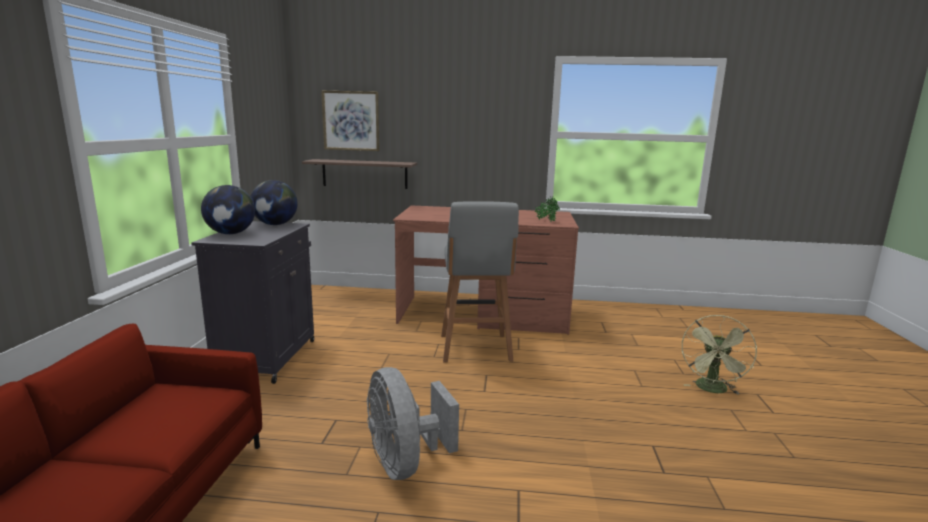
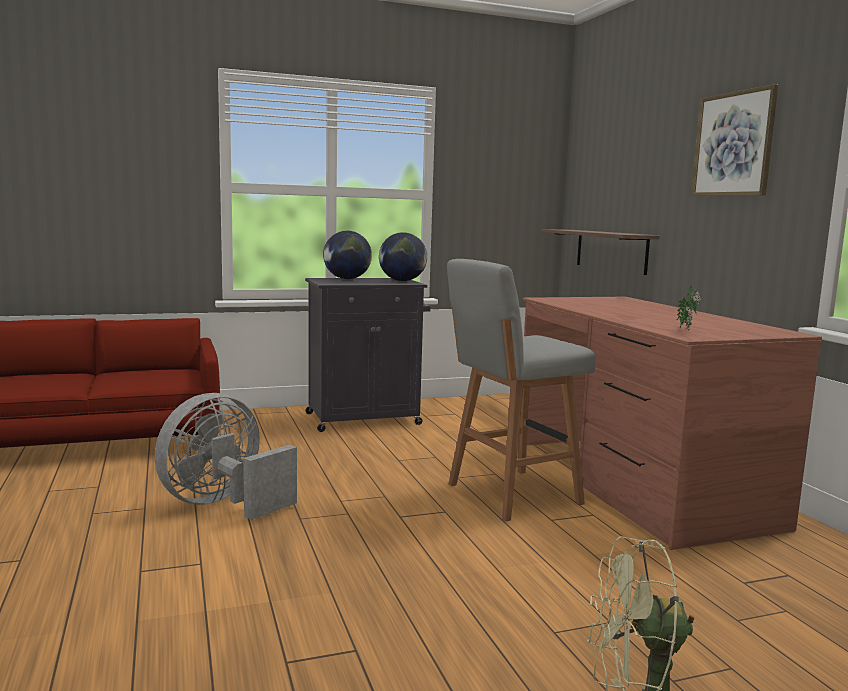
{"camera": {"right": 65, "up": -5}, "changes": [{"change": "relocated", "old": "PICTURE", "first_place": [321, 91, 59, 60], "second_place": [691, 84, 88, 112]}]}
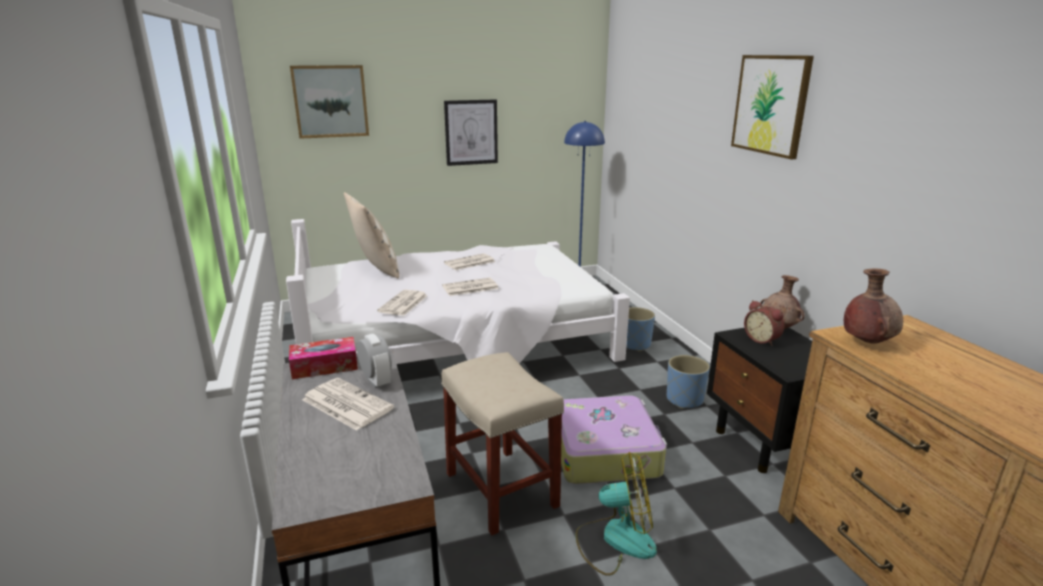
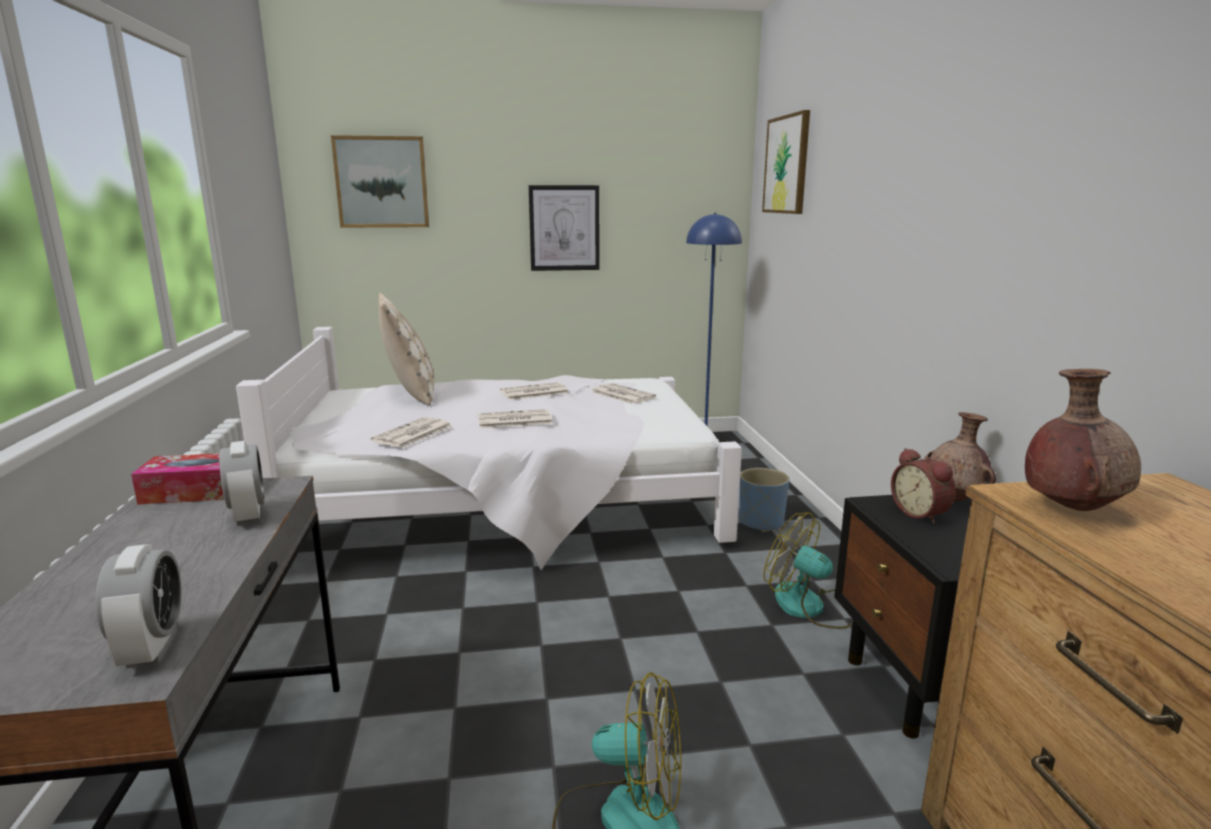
{"camera": {"right": 10, "up": -5}, "changes": [{"change": "appeared", "new": "ALARM CLOCK", "second_place": [96, 544, 86, 124]}, {"change": "relocated", "old": "DAILY PAPER", "first_place": [302, 378, 92, 53], "second_place": [591, 383, 65, 21]}, {"change": "relocated", "old": "PICTURE", "first_place": [731, 55, 83, 104], "second_place": [762, 110, 48, 104]}, {"change": "exchanged", "old": "BLUISH FLOWER POT", "new": "ELECTRIC FAN", "first_place": [667, 355, 43, 54], "second_place": [764, 512, 88, 117]}, {"change": "missing", "old": "BEIGE-COLOURED STOOL", "first_place": [441, 352, 123, 183]}, {"change": "missing", "old": "SUITCASE", "first_place": [561, 395, 106, 89]}]}
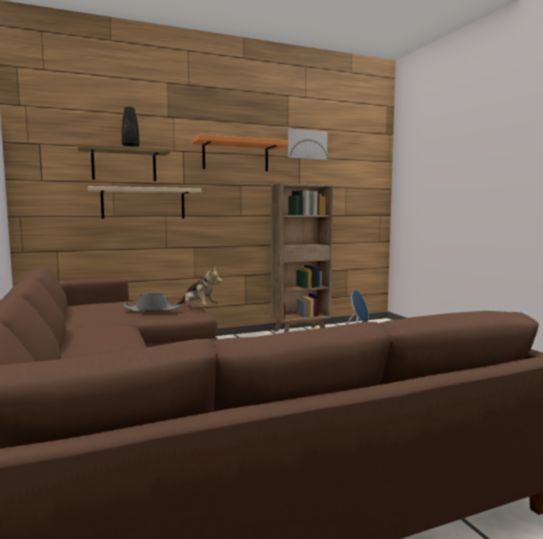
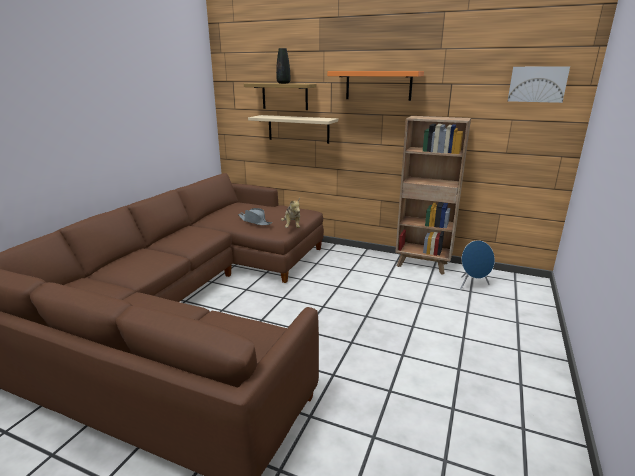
{"camera": {"right": 45, "up": 15}, "changes": [{"change": "relocated", "old": "PICTURE", "first_place": [288, 129, 40, 31], "second_place": [508, 66, 62, 37]}]}
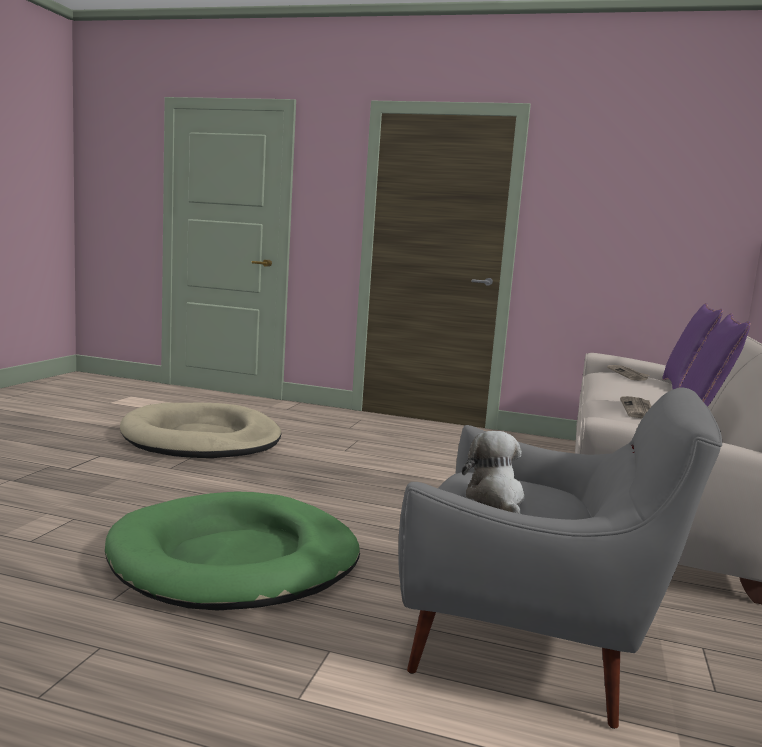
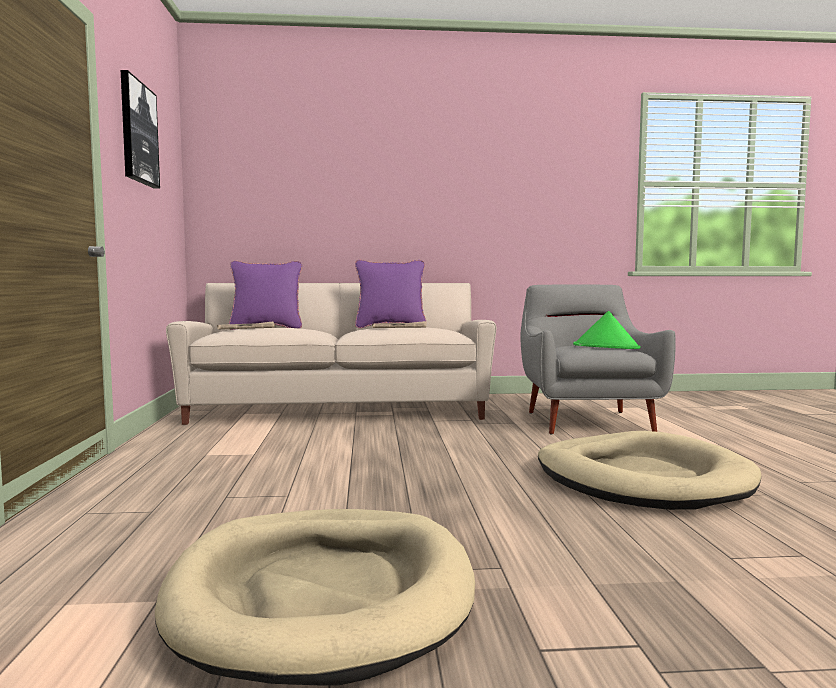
{"camera": {"right": -110, "up": -5}, "changes": [{"change": "appeared", "new": "PICTURE", "second_place": [121, 70, 39, 119]}, {"change": "colour", "old": "GREEN DOG BED", "new": "BEIGE-COLOURED DOG BED", "first_place": [105, 491, 255, 120], "second_place": [538, 431, 224, 79]}, {"change": "exchanged", "old": "CUDDLY TOY", "new": "GREEN WEARABLE HAT", "first_place": [462, 431, 63, 83], "second_place": [573, 311, 68, 38]}]}
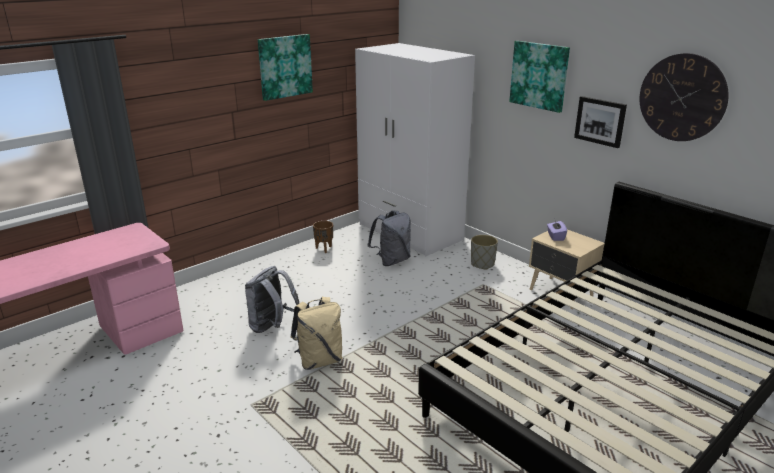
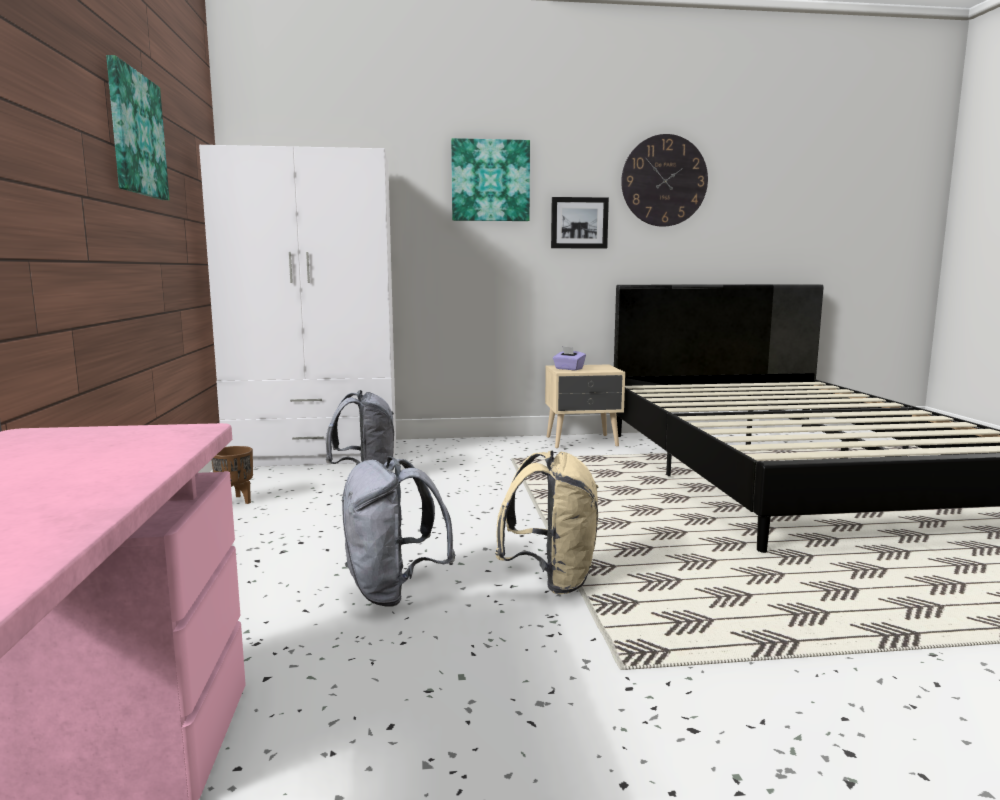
{"camera": {"right": -55, "up": -15}, "changes": [{"change": "missing", "old": "GREYISH FLOWER POT", "first_place": [471, 235, 27, 35]}]}
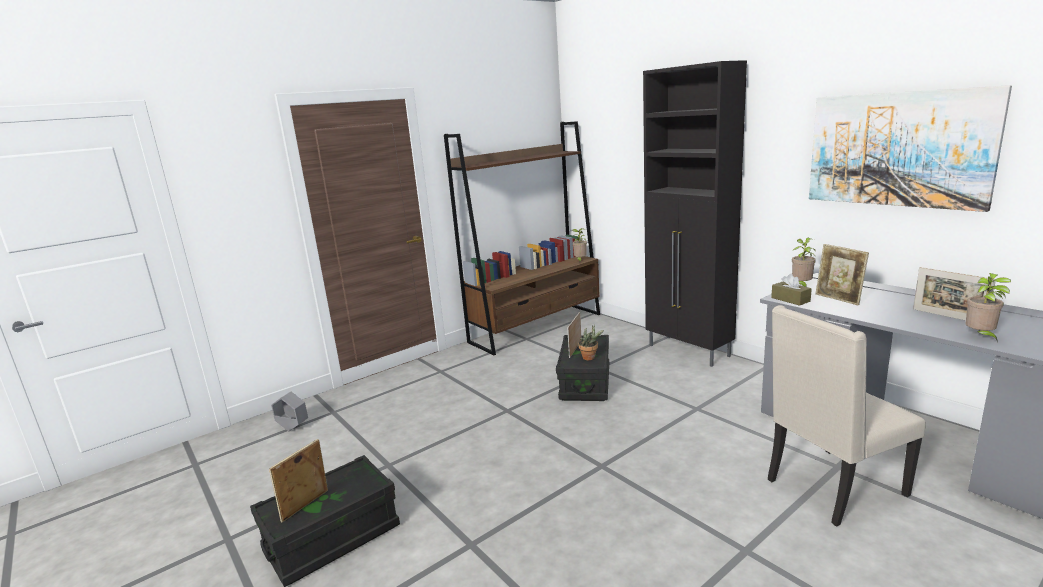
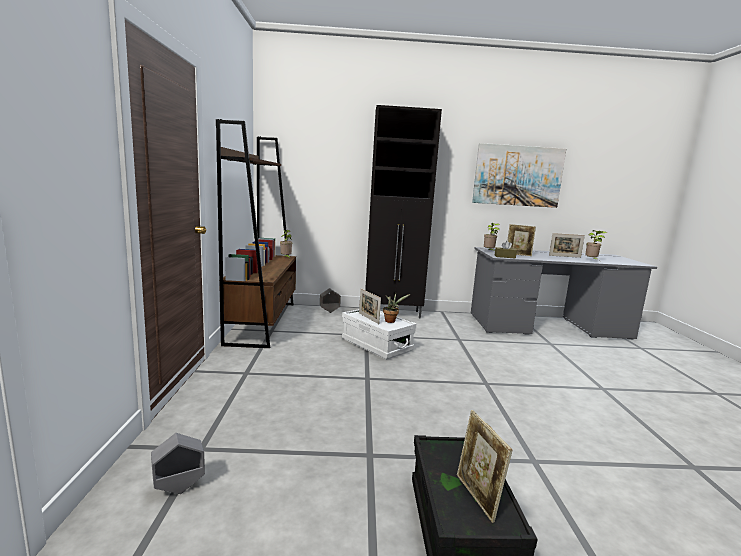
{"camera": {"right": -55, "up": -5}, "changes": [{"change": "appeared", "new": "GREYISH FLOWER POT", "second_place": [320, 288, 21, 25]}, {"change": "colour", "old": "BLACK-COLOURED STORAGE CONTAINER", "new": "WHITISH STORAGE CONTAINER", "first_place": [556, 335, 53, 66], "second_place": [342, 309, 74, 51]}, {"change": "missing", "old": "BEIGE-COLOURED CHAIR", "first_place": [768, 305, 158, 221]}]}
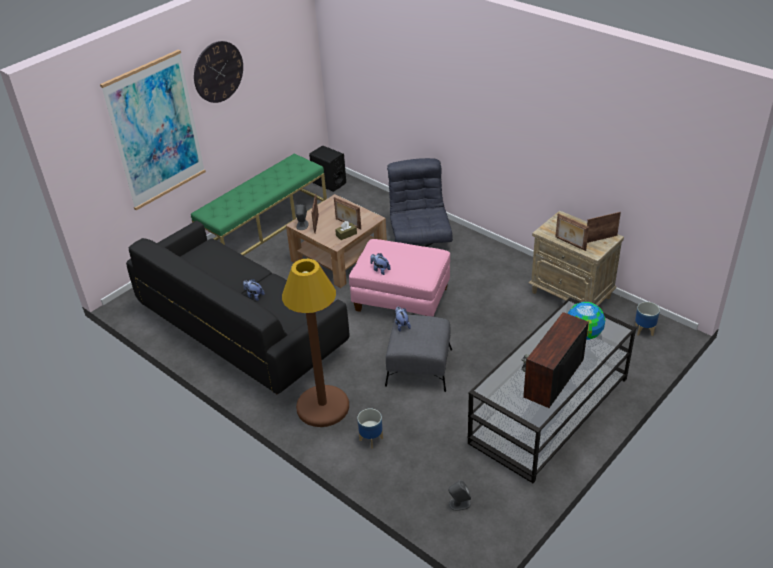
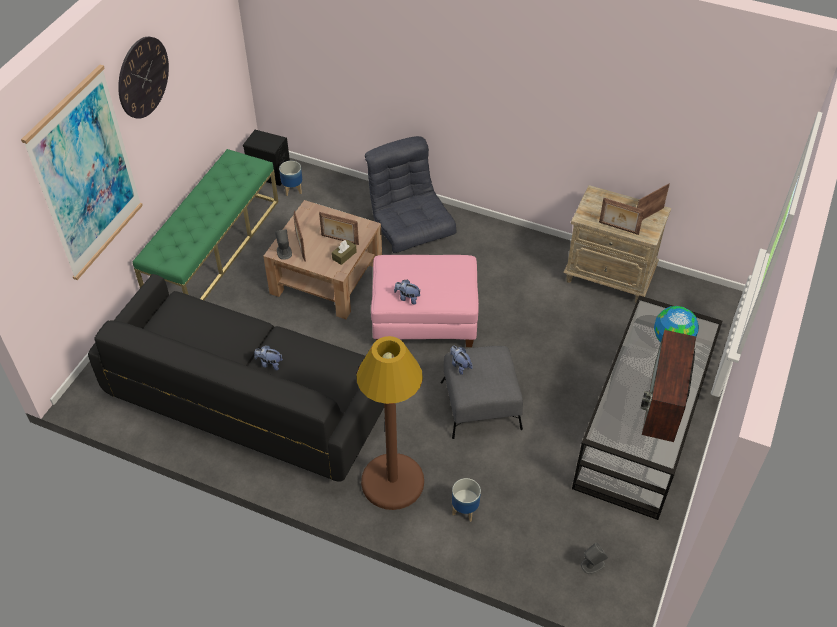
{"camera": {"right": -20, "up": 10}, "changes": [{"change": "relocated", "old": "FLOWER POT", "first_place": [635, 302, 25, 34], "second_place": [279, 161, 23, 35]}]}
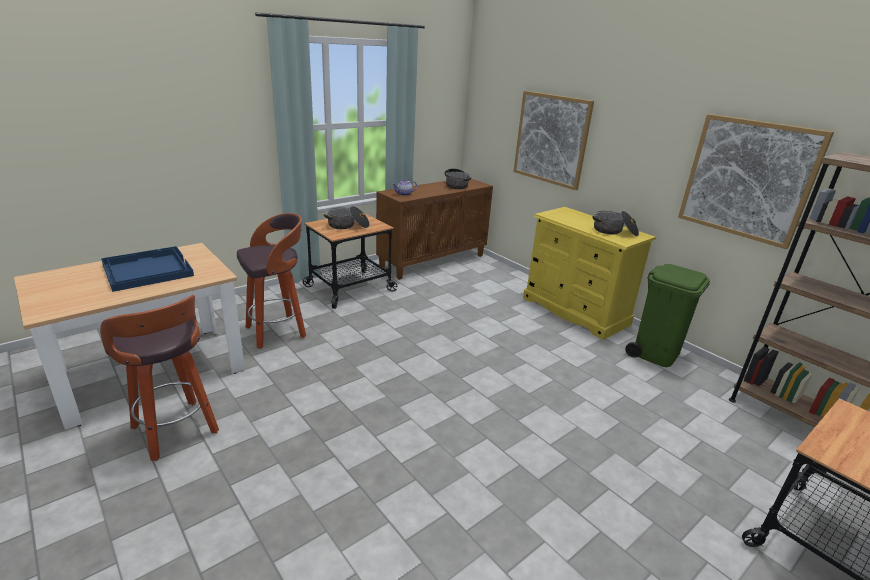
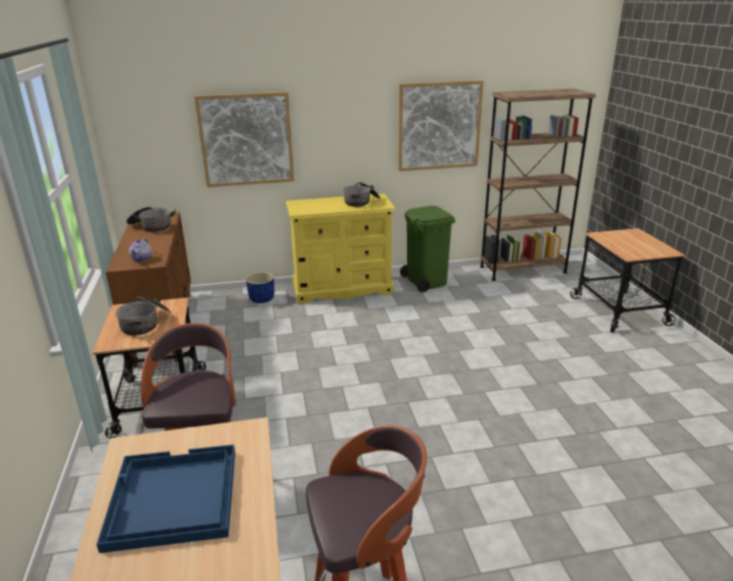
{"camera": {"right": -60, "up": 0}, "changes": [{"change": "appeared", "new": "BLUISH FLOWER POT", "second_place": [246, 272, 28, 31]}]}
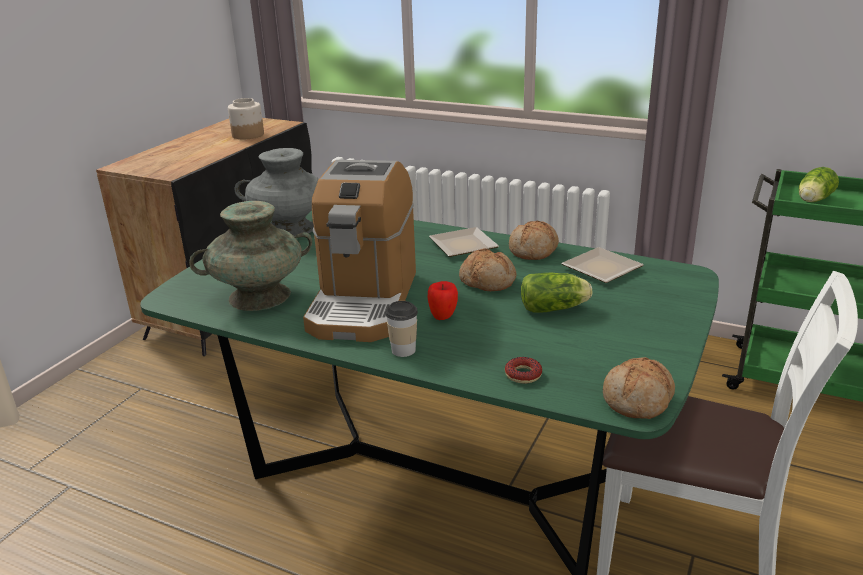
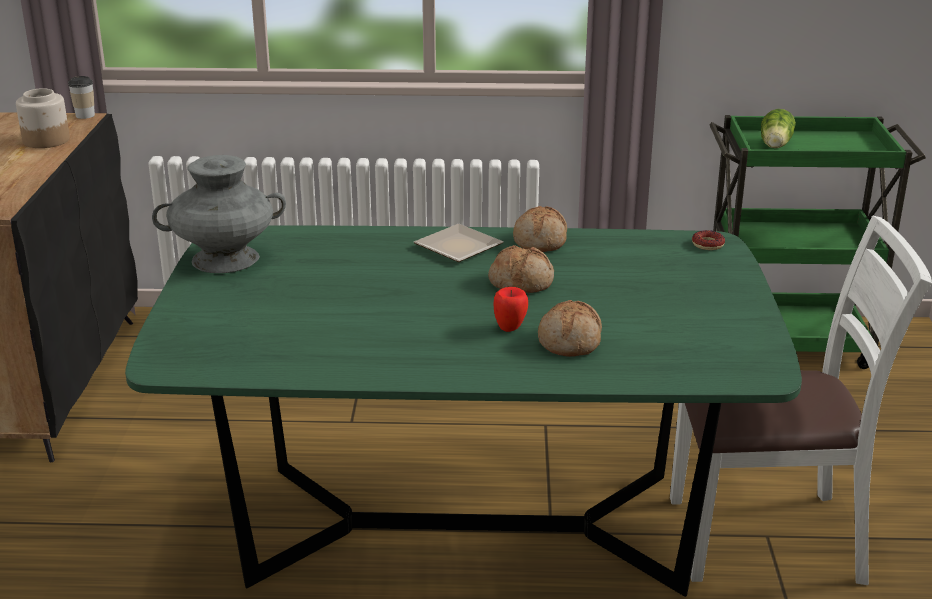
{"camera": {"right": -25, "up": 0}, "changes": [{"change": "relocated", "old": "DRINKING CUP", "first_place": [385, 301, 33, 56], "second_place": [68, 76, 27, 43]}, {"change": "relocated", "old": "BREAD", "first_place": [603, 357, 72, 62], "second_place": [538, 300, 64, 57]}, {"change": "relocated", "old": "RING DOUGHNUT", "first_place": [505, 357, 37, 26], "second_place": [692, 230, 33, 20]}, {"change": "missing", "old": "TURQUOISE VASE", "first_place": [189, 201, 123, 110]}, {"change": "missing", "old": "COFFEE BREWER", "first_place": [303, 160, 113, 182]}, {"change": "missing", "old": "LETTUCE HEAD", "first_place": [521, 273, 71, 40]}, {"change": "missing", "old": "PLATE", "first_place": [561, 247, 83, 36]}]}
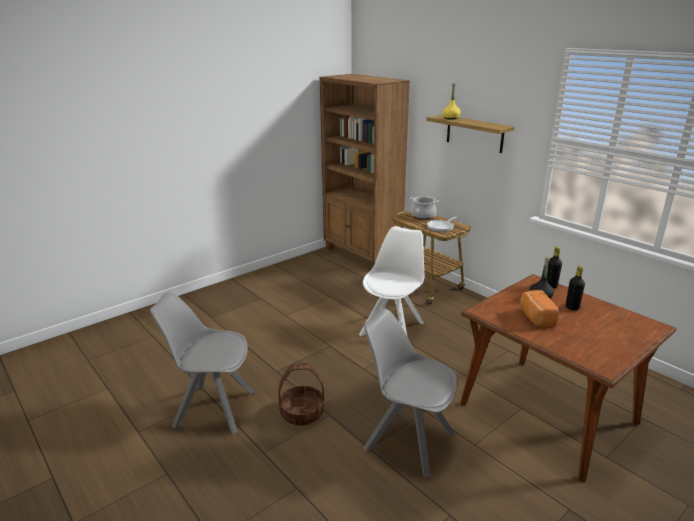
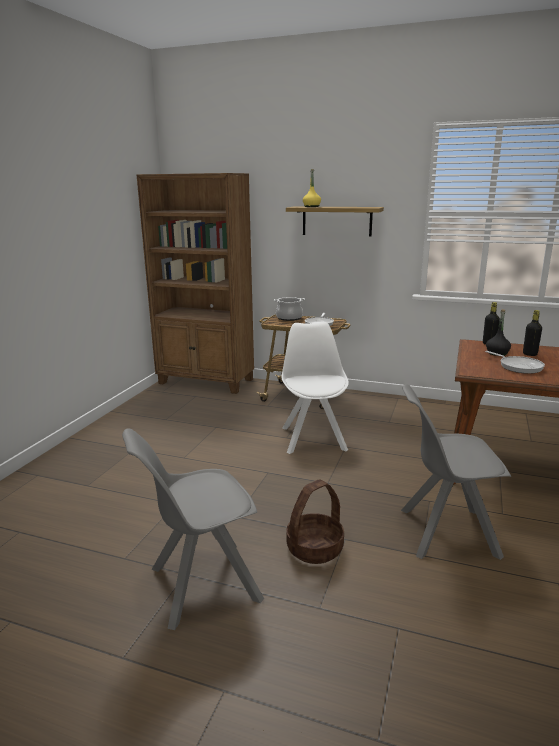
{"camera": {"right": -30, "up": -5}, "changes": [{"change": "exchanged", "old": "BREAD", "new": "SKILLET", "first_place": [520, 290, 39, 37], "second_place": [485, 351, 60, 23]}]}
